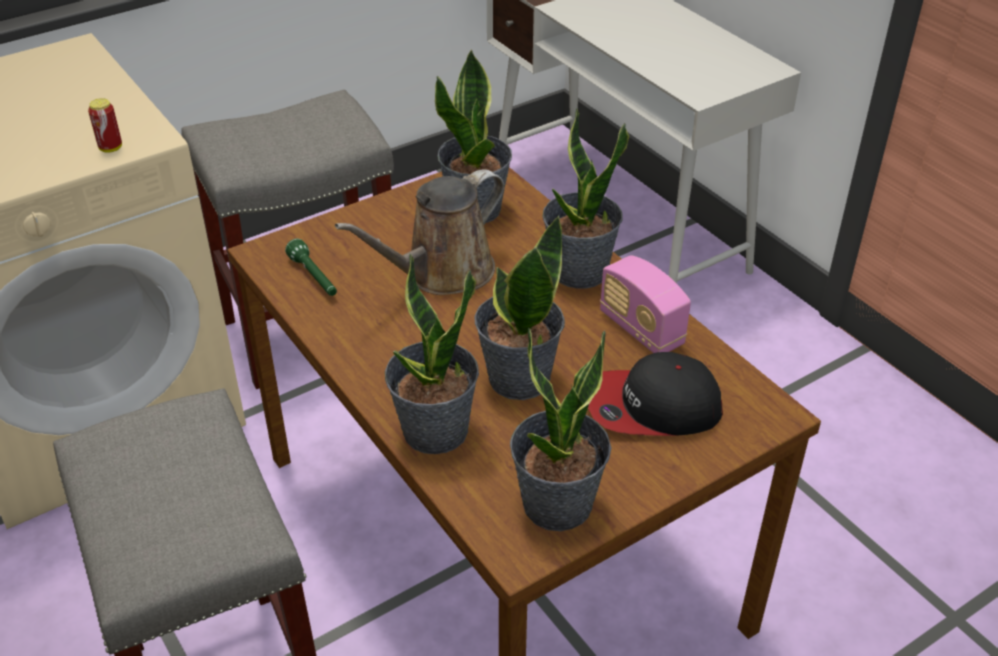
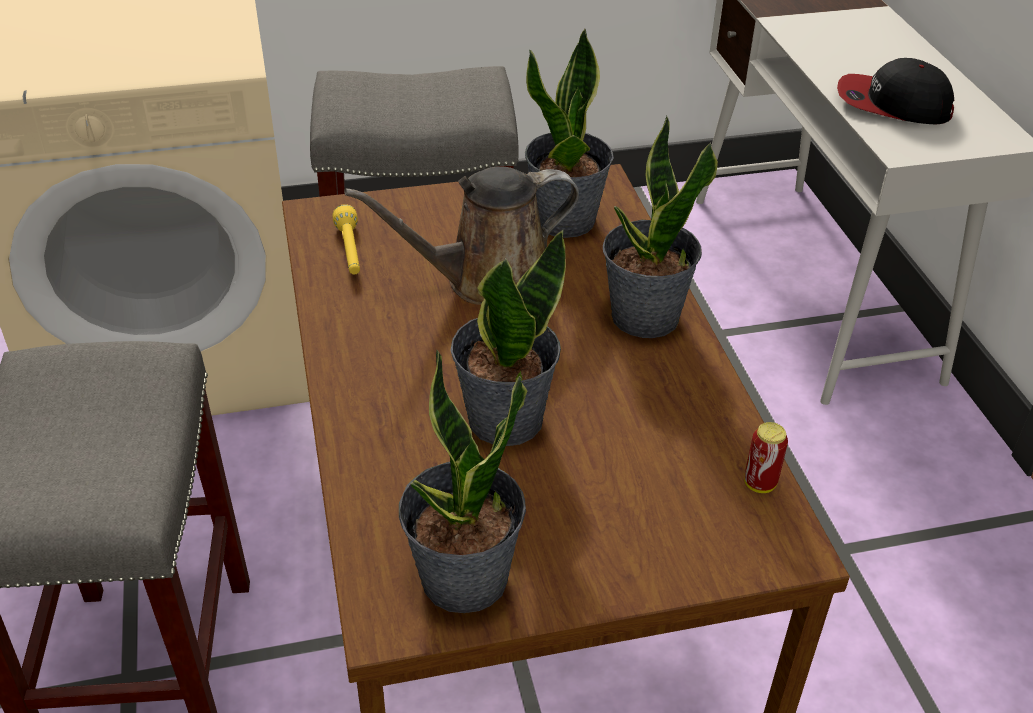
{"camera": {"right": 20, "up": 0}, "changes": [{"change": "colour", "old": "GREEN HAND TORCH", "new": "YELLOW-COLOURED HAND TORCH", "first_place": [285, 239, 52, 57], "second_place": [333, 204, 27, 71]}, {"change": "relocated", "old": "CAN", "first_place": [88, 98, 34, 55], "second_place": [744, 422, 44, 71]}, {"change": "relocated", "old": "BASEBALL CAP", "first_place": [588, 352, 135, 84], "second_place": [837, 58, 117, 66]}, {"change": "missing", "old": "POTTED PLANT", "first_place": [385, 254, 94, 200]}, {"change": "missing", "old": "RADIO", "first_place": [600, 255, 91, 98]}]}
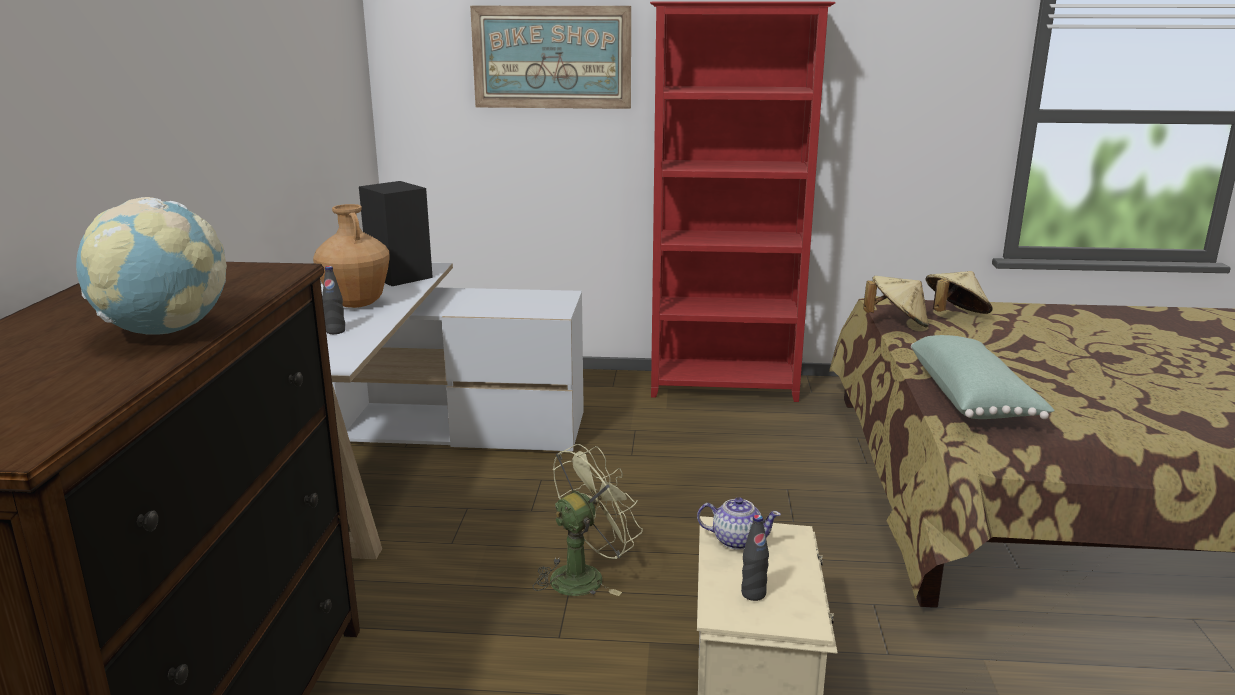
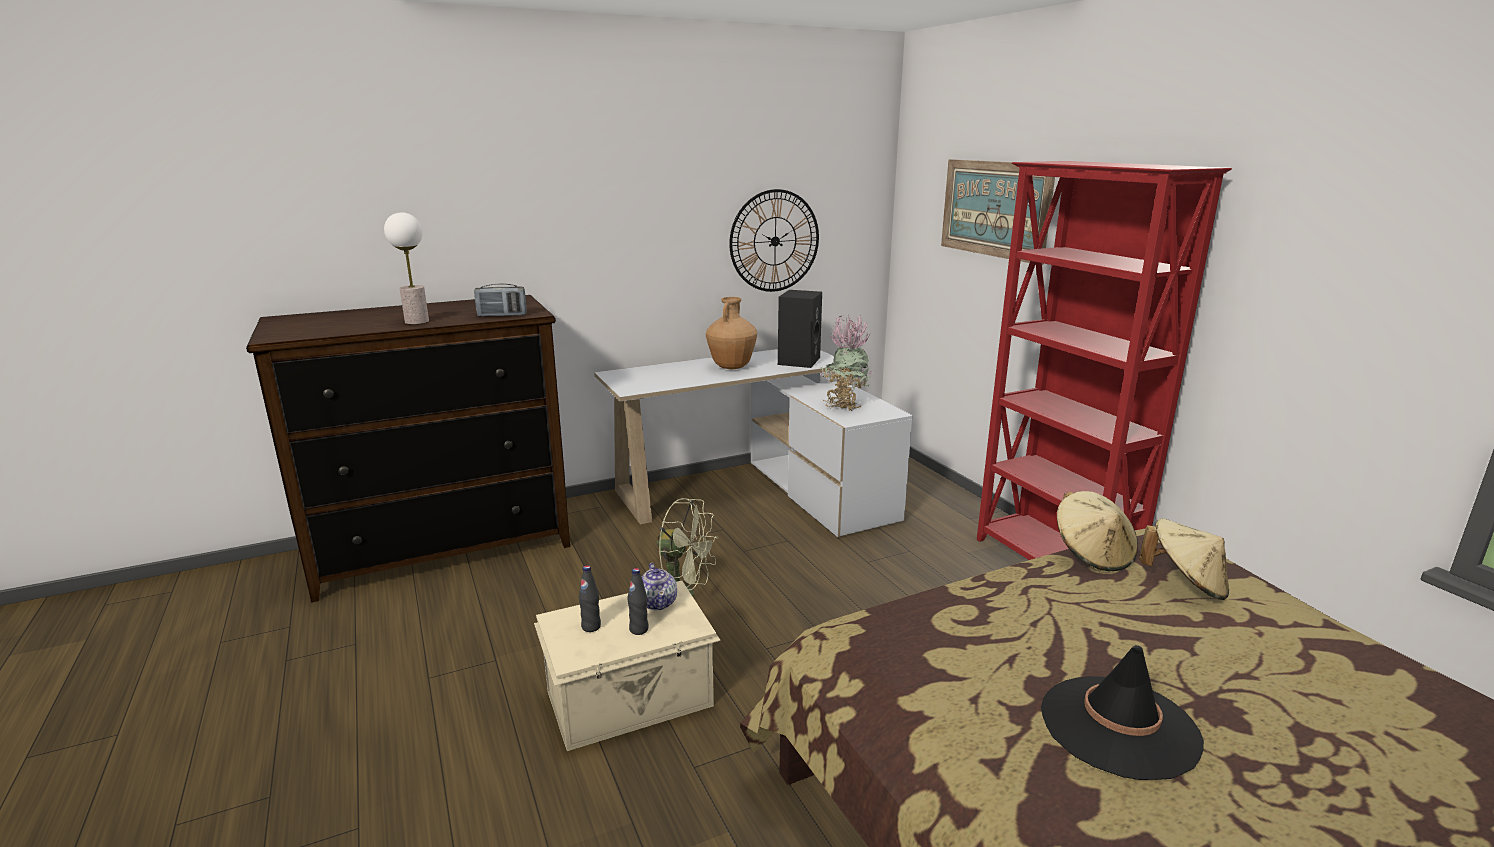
{"camera": {"right": 60, "up": 0}, "changes": [{"change": "exchanged", "old": "WORLD GLOBE", "new": "LAMP FOR A TABLE", "first_place": [76, 197, 151, 138], "second_place": [384, 212, 45, 112]}, {"change": "appeared", "new": "RADIO", "second_place": [474, 284, 53, 33]}, {"change": "relocated", "old": "BLACK-COLOURED BOTTLE", "first_place": [322, 266, 23, 68], "second_place": [627, 568, 22, 67]}, {"change": "appeared", "new": "WALL CLOCK", "second_place": [729, 189, 90, 103]}, {"change": "appeared", "new": "POTTED PLANT", "second_place": [820, 315, 53, 96]}, {"change": "appeared", "new": "BLACK-COLOURED WEARABLE HAT", "second_place": [1041, 645, 163, 135]}, {"change": "missing", "old": "GREEN THROW PILLOW", "first_place": [911, 335, 144, 84]}]}
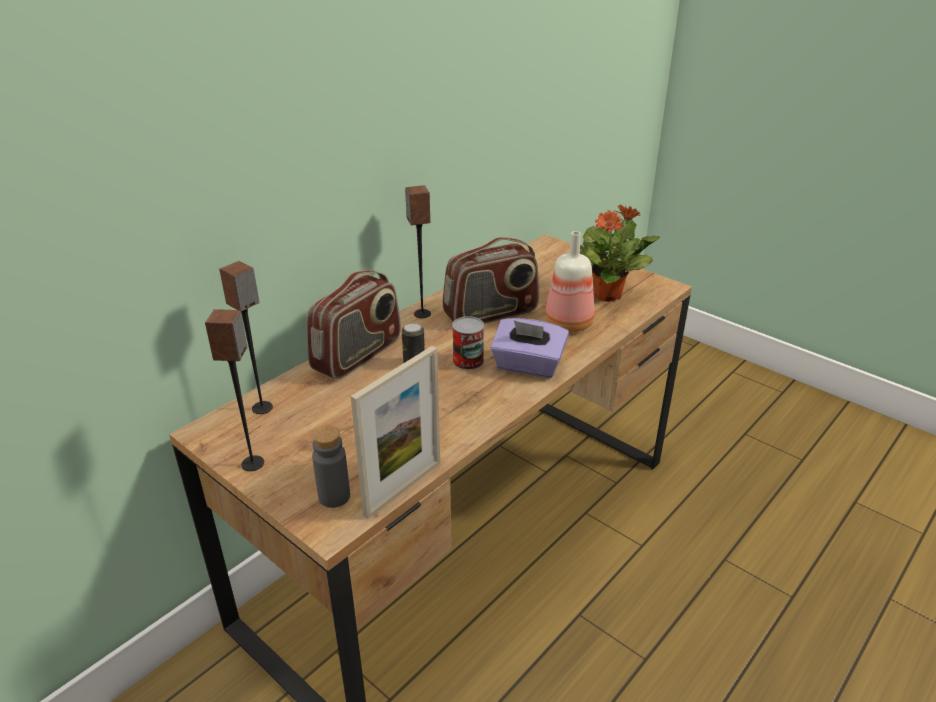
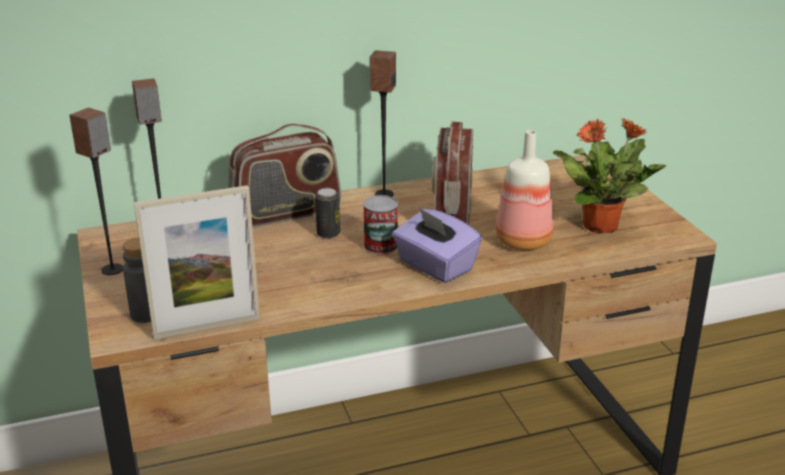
{"camera": {"right": 30, "up": -5}, "changes": [{"change": "spun", "old": "RADIO", "first_place": [443, 237, 96, 87], "second_place": [432, 121, 41, 104], "degrees": 90}]}
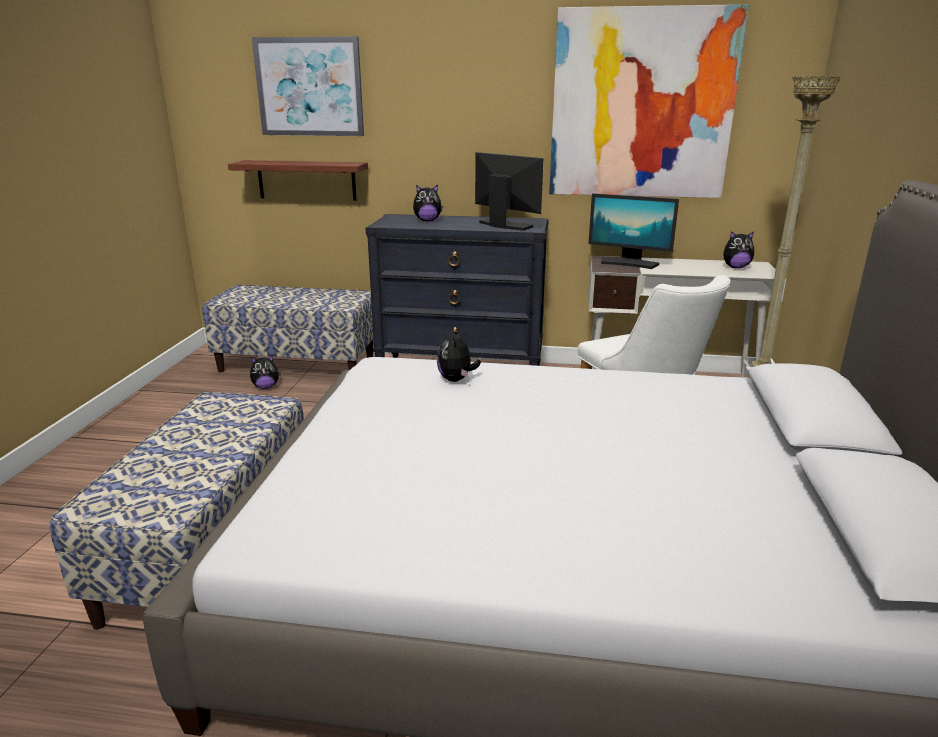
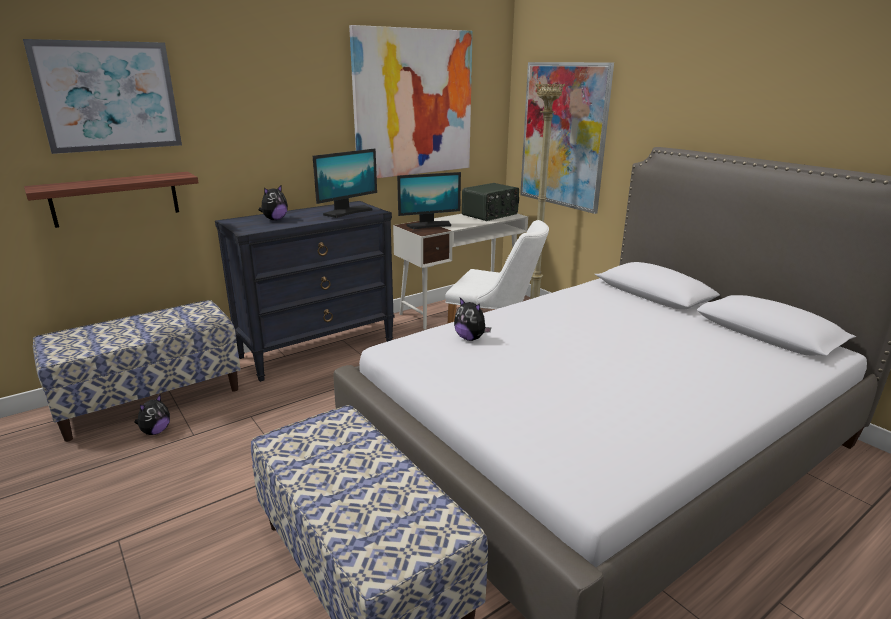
{"camera": {"right": -45, "up": 0}, "changes": [{"change": "spun", "old": "COMPUTER DISPLAY", "first_place": [475, 152, 68, 79], "second_place": [313, 149, 64, 69], "degrees": 135}, {"change": "exchanged", "old": "CUDDLY TOY", "new": "RADIO", "first_place": [723, 231, 31, 37], "second_place": [462, 183, 57, 38]}, {"change": "appeared", "new": "PICTURE", "second_place": [520, 62, 94, 152]}]}
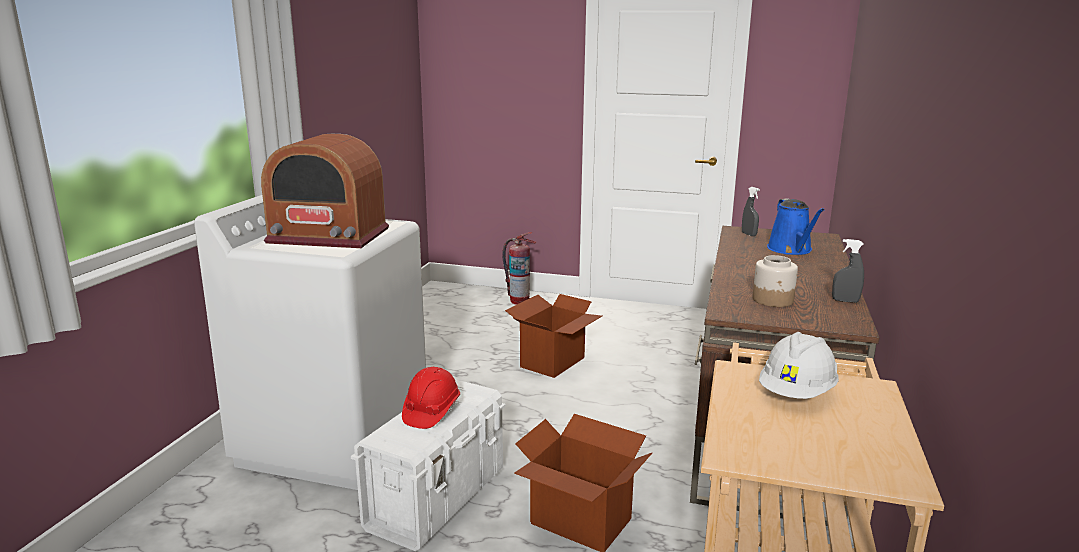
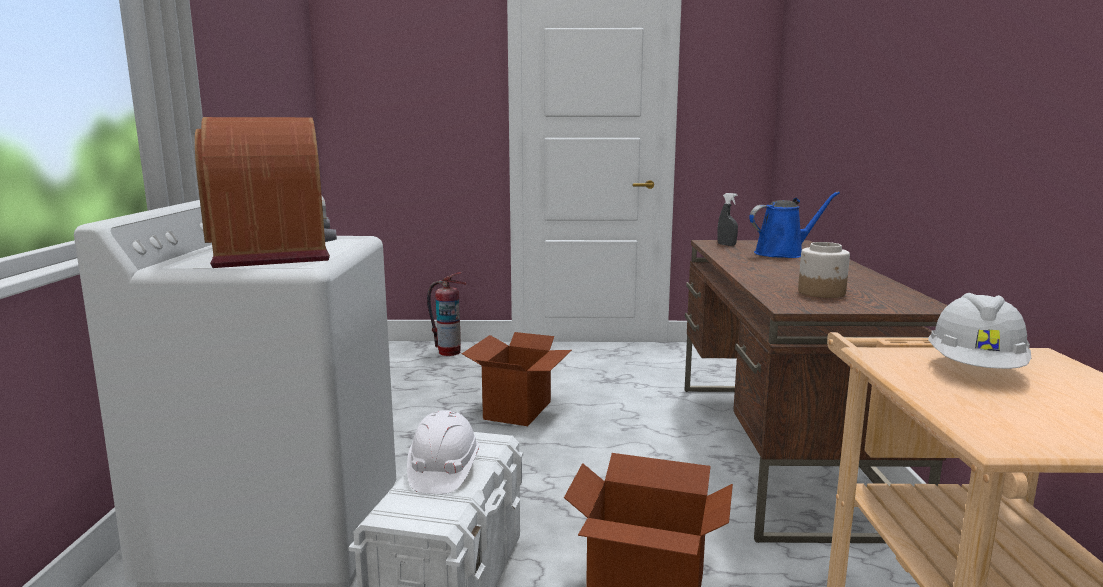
{"camera": {"right": -15, "up": -5}, "changes": [{"change": "spun", "old": "RADIO", "first_place": [261, 134, 128, 114], "second_place": [195, 117, 142, 151], "degrees": -105}, {"change": "colour", "old": "RED-COLOURED HARD HAT", "new": "WHITISH HARD HAT", "first_place": [402, 367, 58, 62], "second_place": [407, 410, 72, 84]}, {"change": "spun", "old": "BLUISH WATERING POT", "first_place": [767, 198, 57, 57], "second_place": [749, 191, 91, 67], "degrees": -90}, {"change": "missing", "old": "GREYISH SPRAY BOTTLE", "first_place": [832, 239, 32, 64]}]}
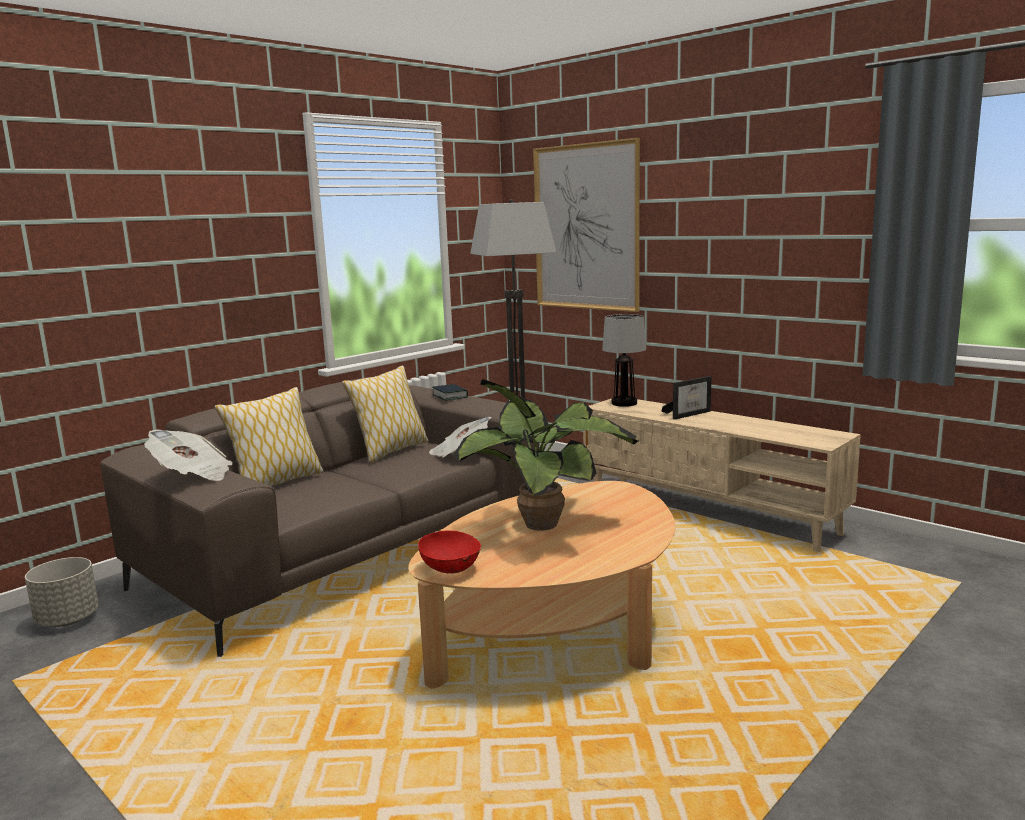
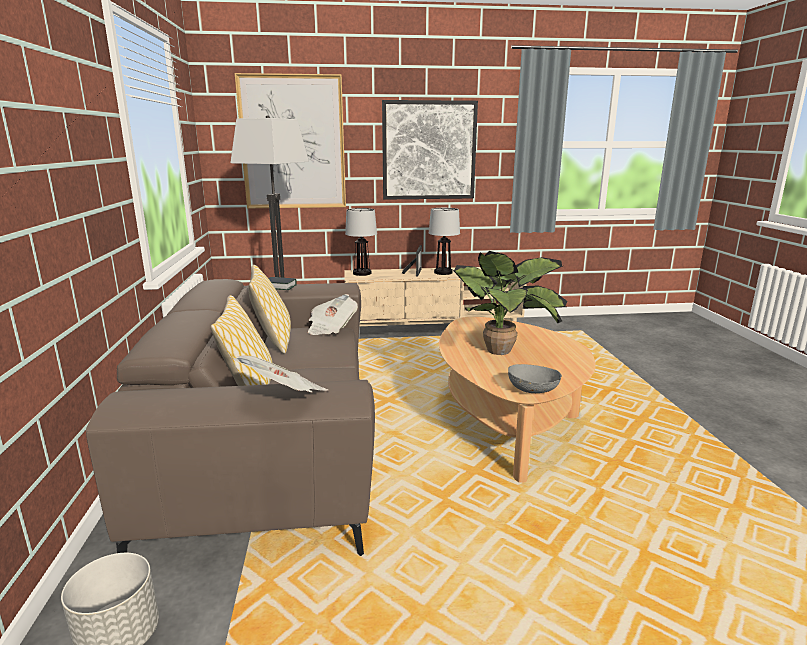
{"camera": {"right": -50, "up": 5}, "changes": [{"change": "appeared", "new": "PICTURE", "second_place": [382, 100, 96, 100]}, {"change": "appeared", "new": "LAMP FOR A TABLE", "second_place": [429, 208, 31, 67]}, {"change": "colour", "old": "RED-COLOURED SERVING BOWL", "new": "GREYISH SERVING BOWL", "first_place": [418, 530, 64, 44], "second_place": [508, 364, 54, 29]}]}
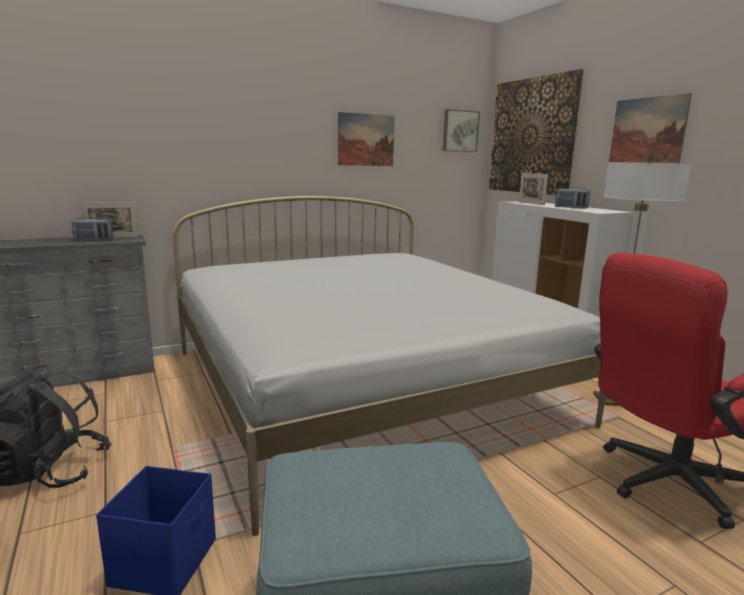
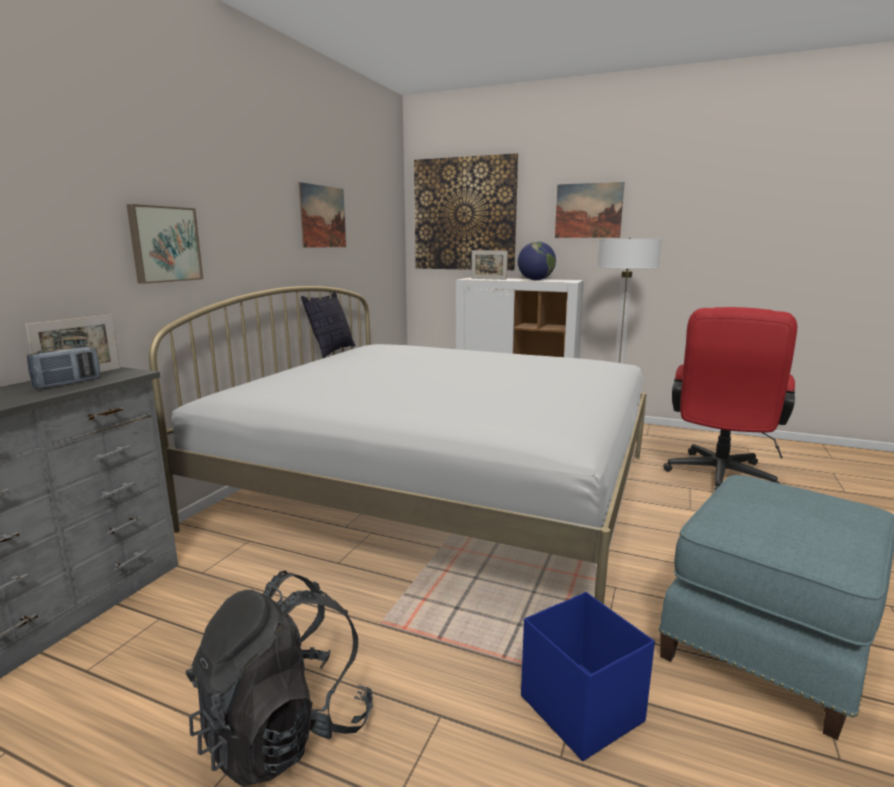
{"camera": {"right": -40, "up": 0}, "changes": [{"change": "relocated", "old": "PICTURE", "first_place": [443, 109, 37, 43], "second_place": [126, 204, 77, 80]}, {"change": "appeared", "new": "THROW PILLOW", "second_place": [301, 293, 54, 65]}, {"change": "exchanged", "old": "RADIO", "new": "WORLD GLOBE", "first_place": [555, 187, 35, 22], "second_place": [518, 241, 38, 39]}]}
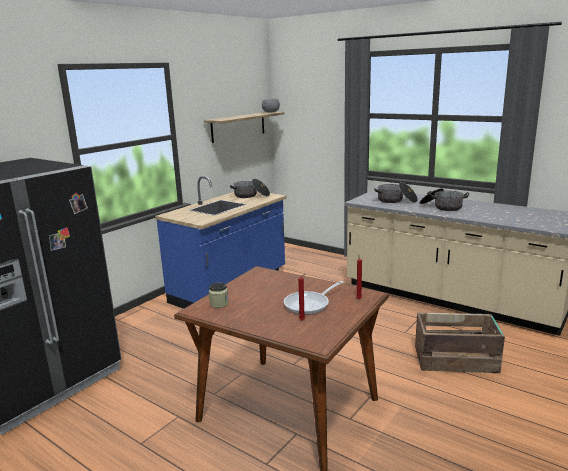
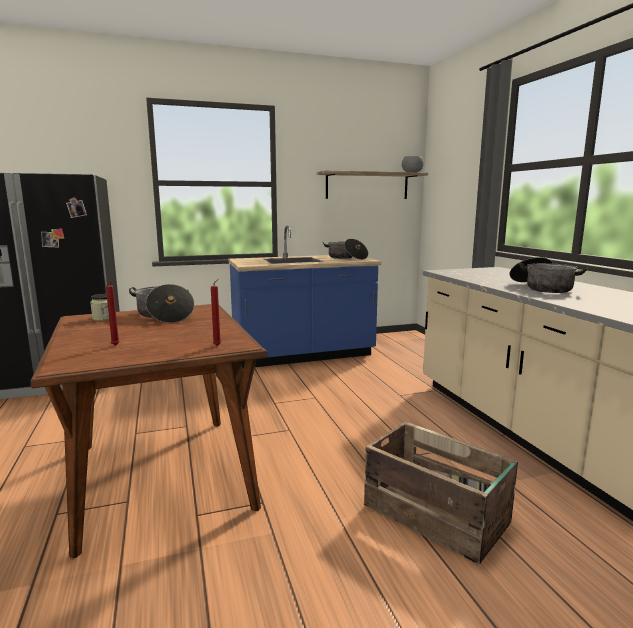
{"camera": {"right": 35, "up": -5}, "changes": [{"change": "relocated", "old": "COOKING POT", "first_place": [374, 182, 44, 21], "second_place": [129, 284, 65, 39]}, {"change": "missing", "old": "SKILLET", "first_place": [284, 281, 59, 34]}]}
